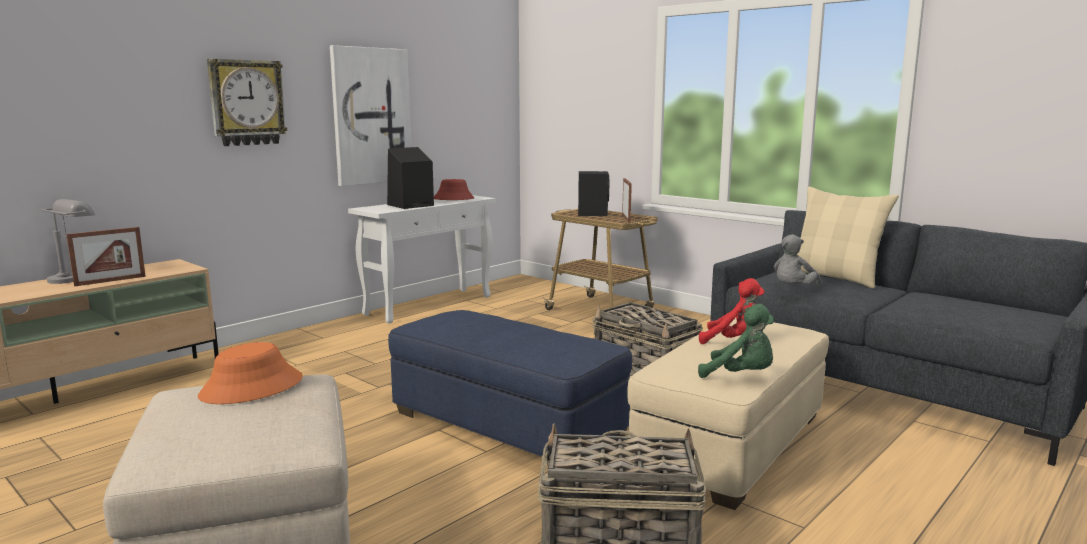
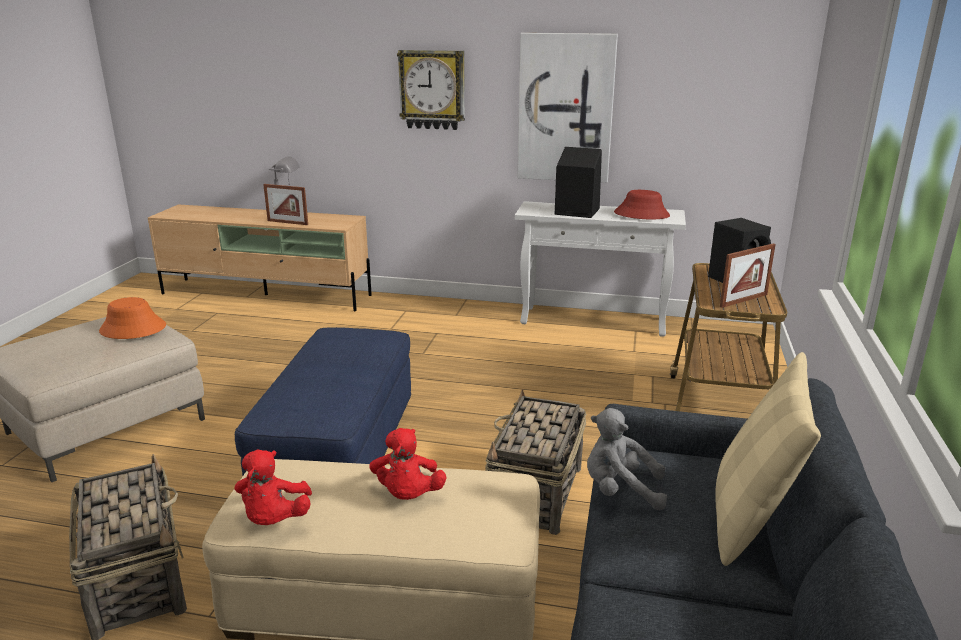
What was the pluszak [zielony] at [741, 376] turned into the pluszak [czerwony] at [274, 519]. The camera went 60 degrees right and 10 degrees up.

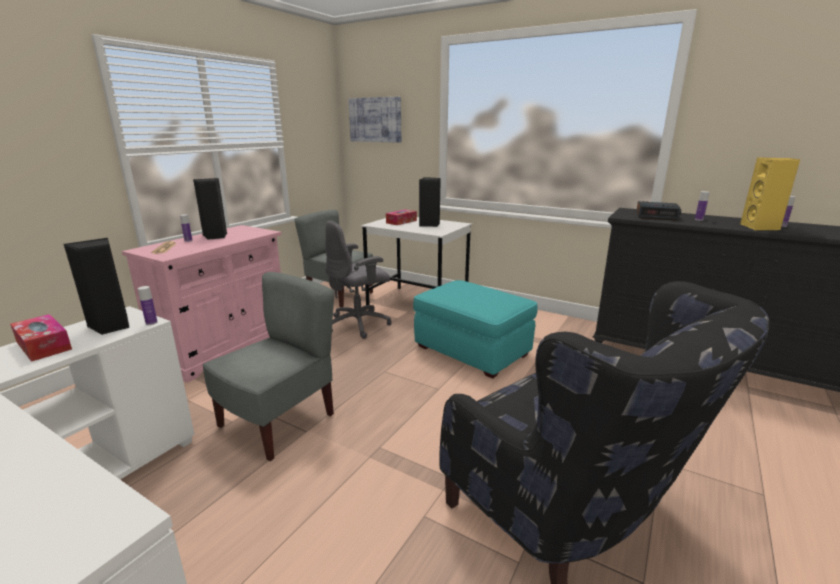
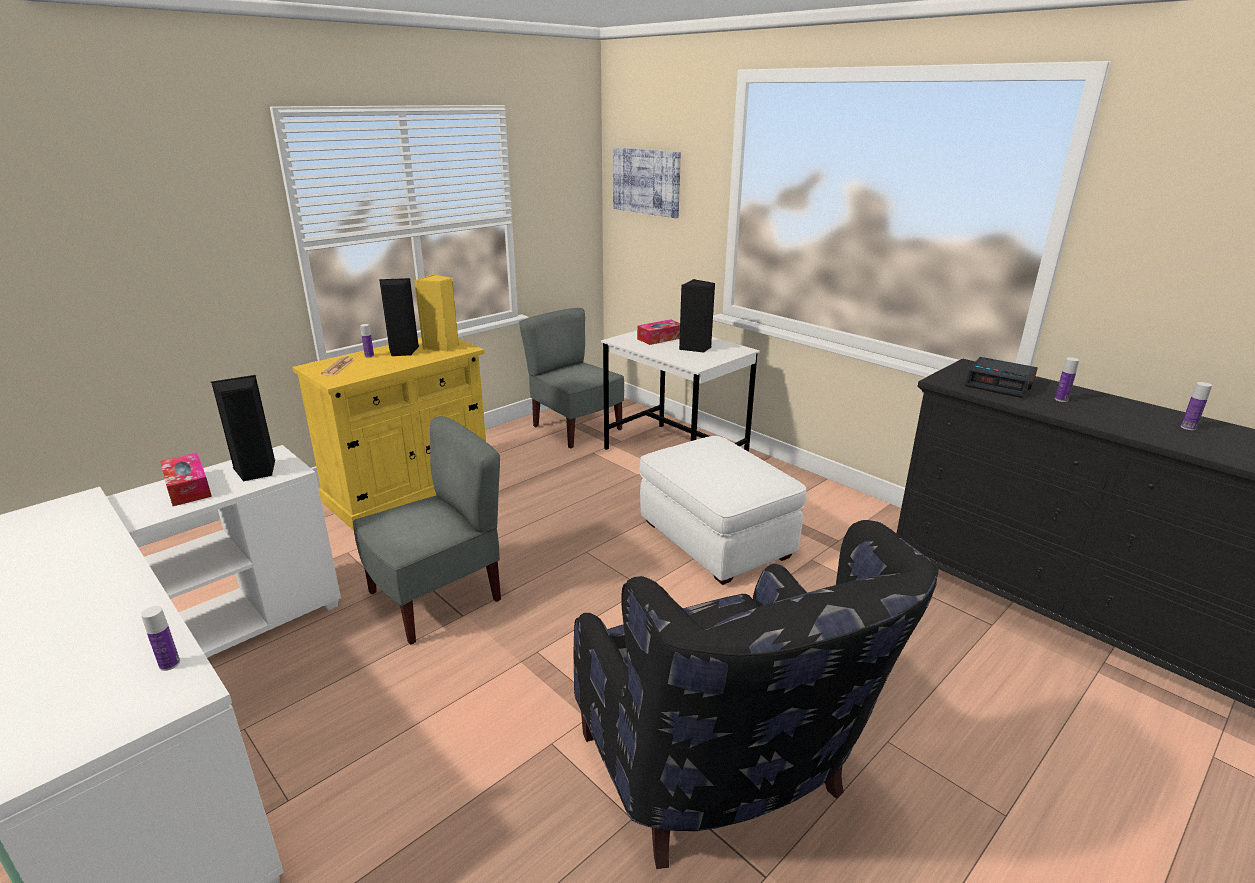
The second view lost the krzesło biurowe [szary] at [359, 324]. The butelka ended up elsewhere, having gone from [151, 323] to [169, 664]. The głośnik [żółty] ended up elsewhere, having gone from [760, 227] to [442, 347]. What was the szafka [różowy] at [225, 347] turned into the szafka [żółty] at [409, 489]. What was the pufa [turkusowy] at [472, 351] turned into the pufa [biały] at [716, 540]. The camera went 15 degrees right and 5 degrees up.

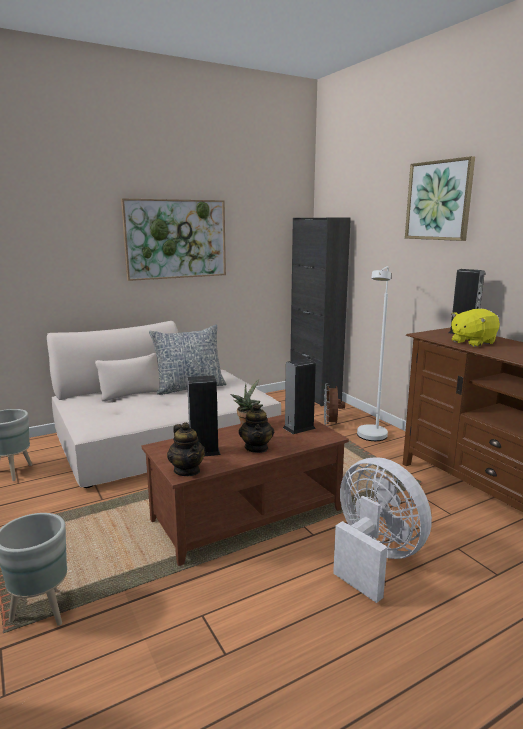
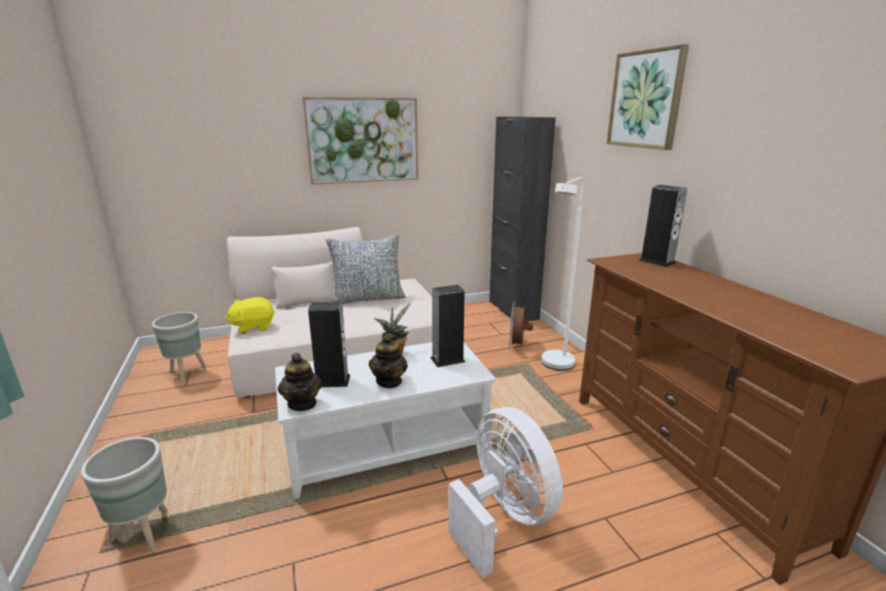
The pluszak [żółty] ended up elsewhere, having gone from [472, 342] to [253, 327]. What was the ława [brązowy] at [246, 515] turned into the ława [biały] at [386, 446]. The camera went 10 degrees right and 5 degrees up.

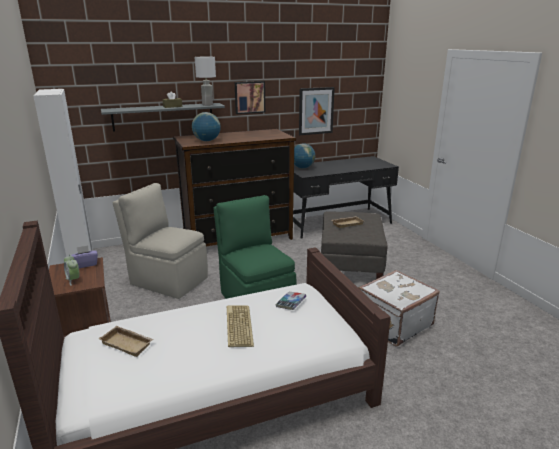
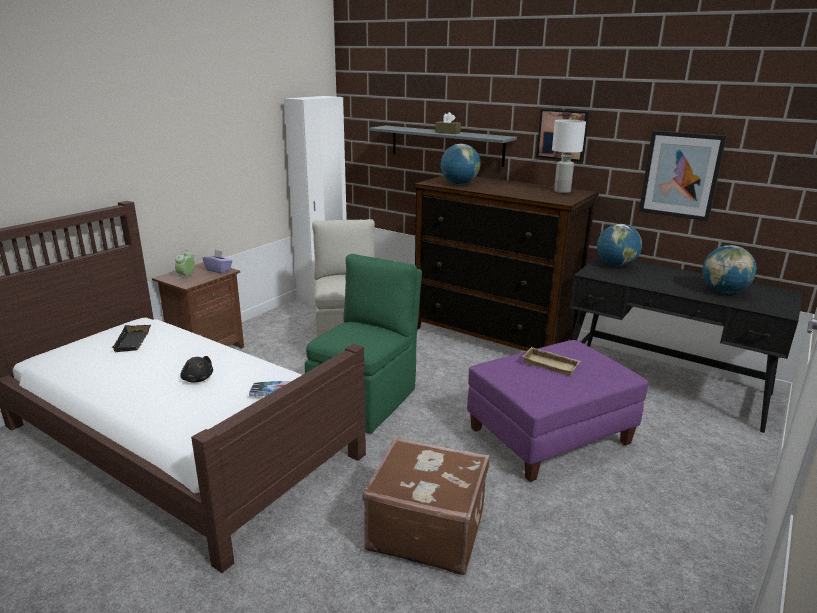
The second view gained the globus at [723, 291]. The lampa stołowa [biały] ended up elsewhere, having gone from [207, 105] to [562, 191]. Where the klawiatura stood at [238, 326], the pluszak [czarny] came to stand at [197, 379]. What was the taca [beżowy] at [128, 343] turned into the taca [czarny] at [134, 342]. What was the pufa [szary] at [350, 264] turned into the pufa [fioletowy] at [549, 437]. What was the walizka [biały] at [392, 323] turned into the walizka [brązowy] at [426, 529]. The camera went 55 degrees right and 0 degrees up.

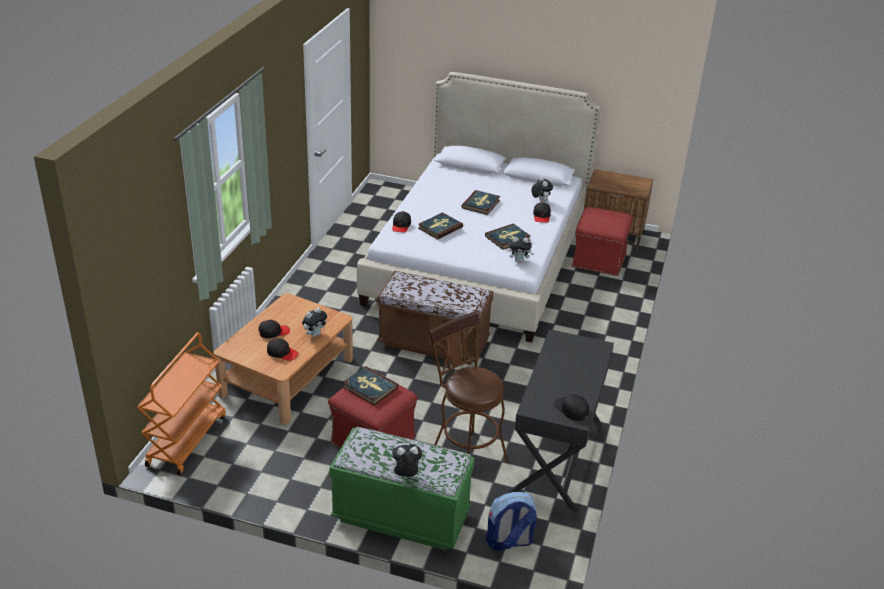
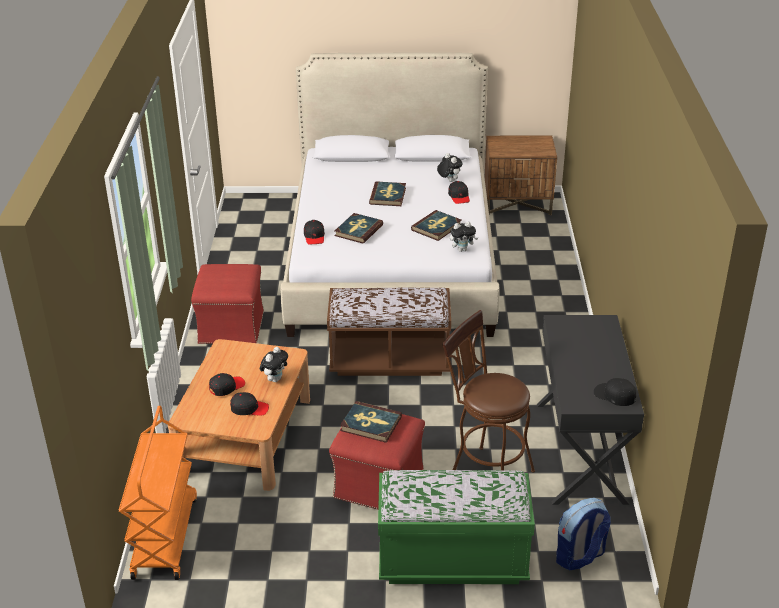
The second view lost the pluszak at [405, 475]. The pufa [czerwony] ended up elsewhere, having gone from [599, 259] to [231, 327]. The camera went 15 degrees left and 0 degrees up.

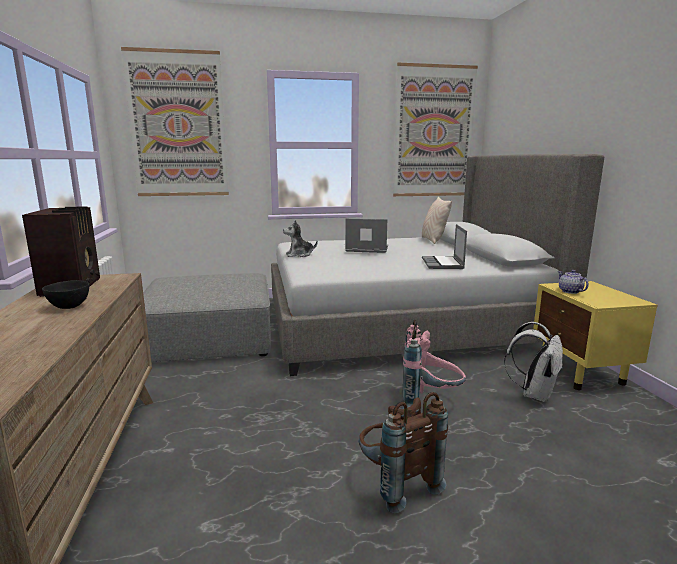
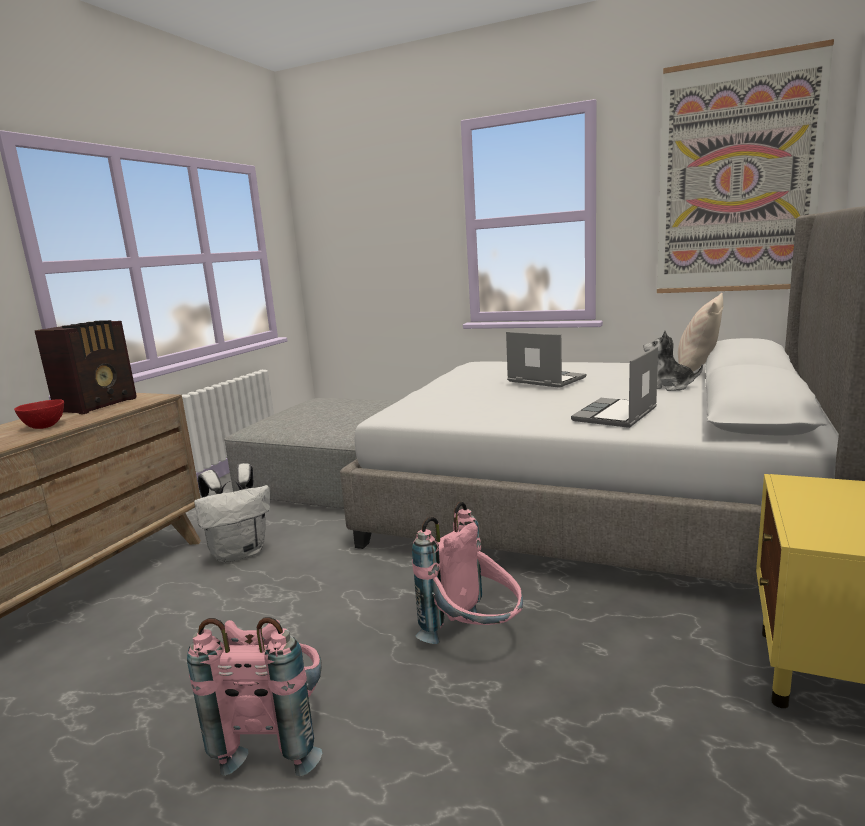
The second view lost the obraz at [178, 125]. The second view lost the imbryk at [570, 291]. The pluszak ended up elsewhere, having gone from [299, 255] to [669, 387]. The plecak [biały] ended up elsewhere, having gone from [534, 394] to [240, 553]. What was the miska [czarny] at [69, 306] turned into the miska [czerwony] at [45, 426]. What was the plecak [brązowy] at [395, 483] turned into the plecak [różowy] at [276, 736]. The camera went 35 degrees right and 0 degrees up.

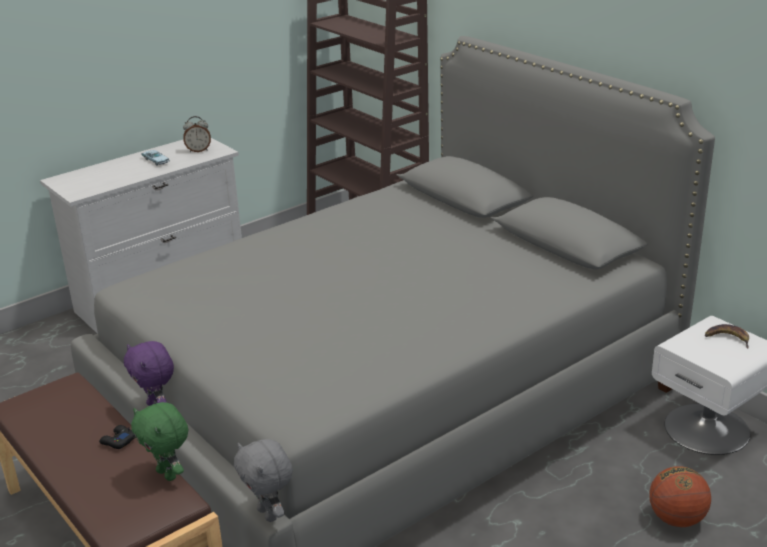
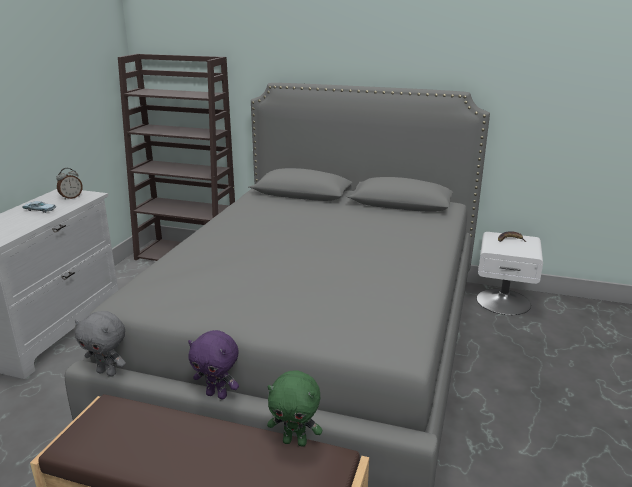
The second view lost the pad do gier [czarny] at [118, 441]. The second view lost the piłka do koszykówki at [676, 519]. The pluszak [szary] ended up elsewhere, having gone from [269, 514] to [107, 372]. The camera went 35 degrees left and 5 degrees down.

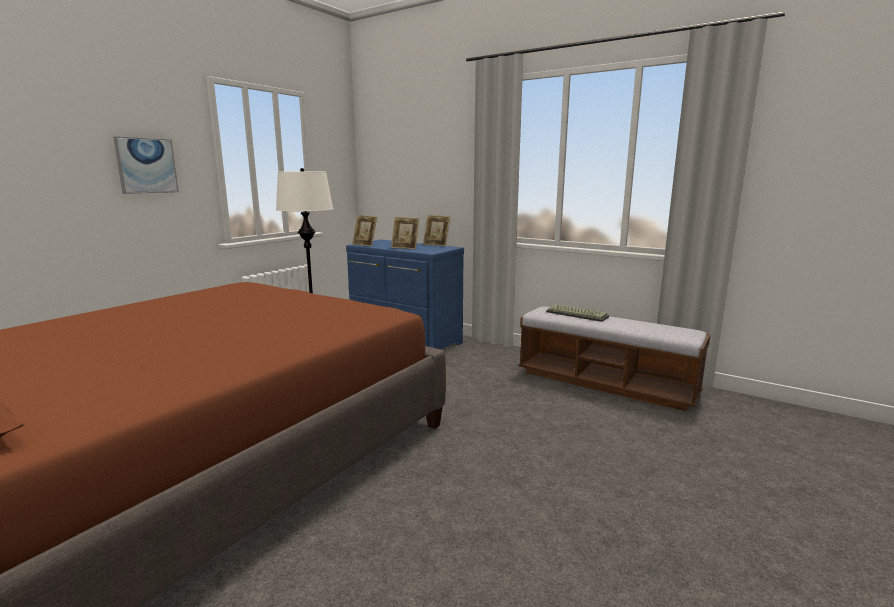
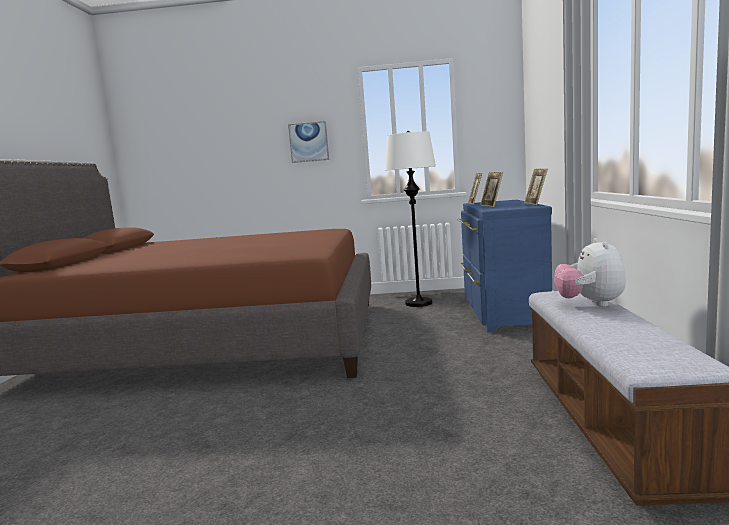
Where the klawiatura stood at [578, 314], the pluszak came to stand at [590, 304]. The camera went 60 degrees right and 5 degrees down.

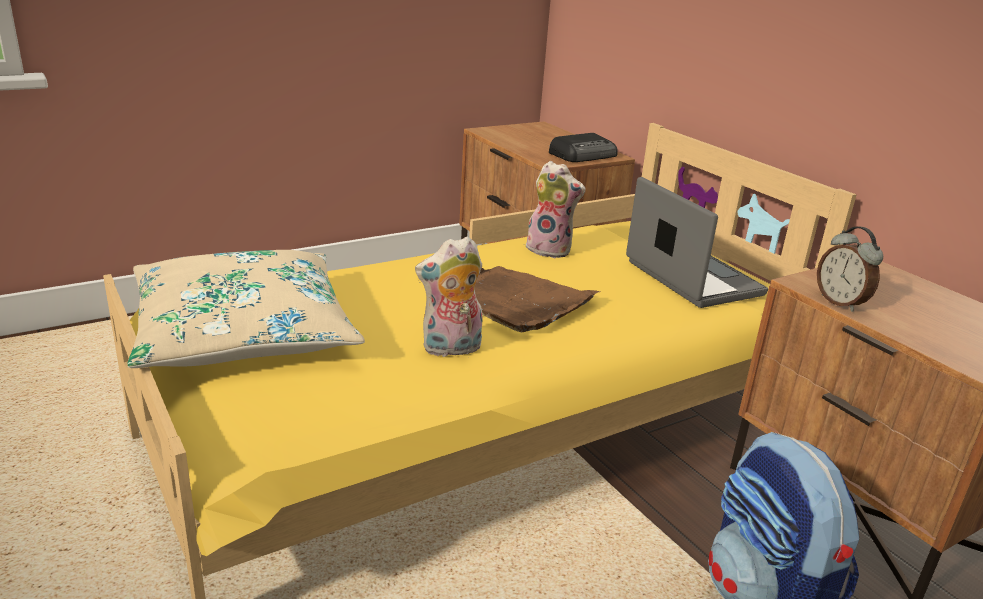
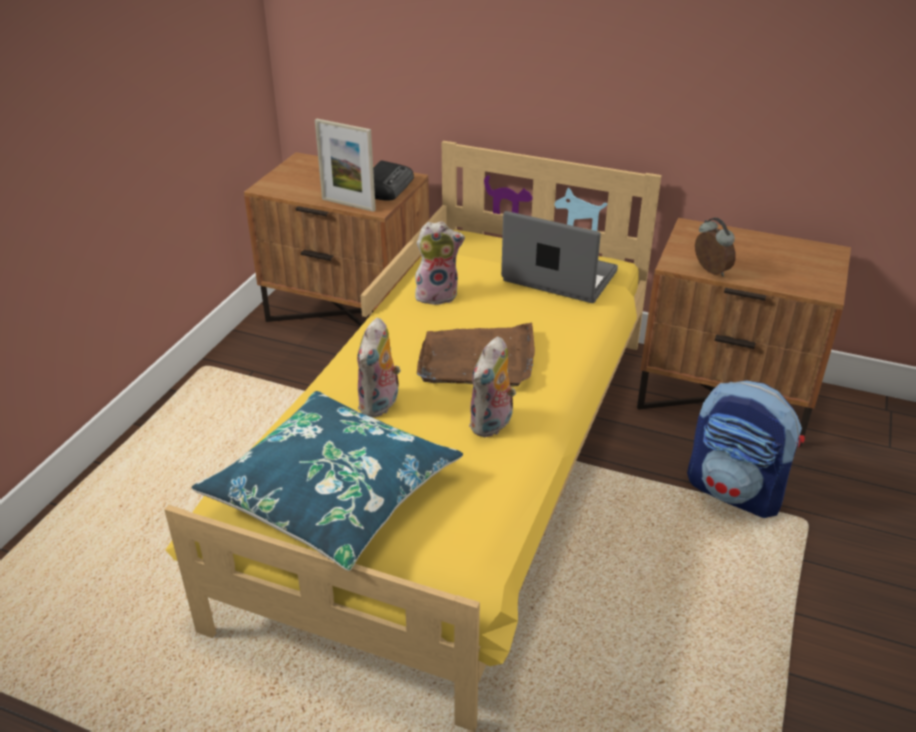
The second view gained the ramka na zdjęcie at [348, 204]. The second view gained the pluszak at [380, 405]. What was the poduszka [beżowy] at [244, 331] turned into the poduszka [niebieski] at [333, 493]. The budzik at [840, 302] ended up facing another way, 150 degrees counterclockwise from before. The camera went 35 degrees left and 10 degrees up.

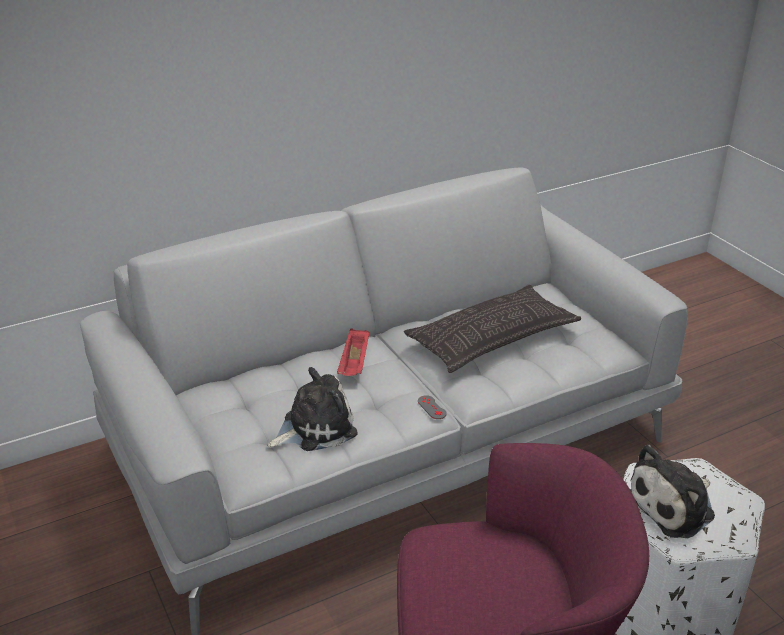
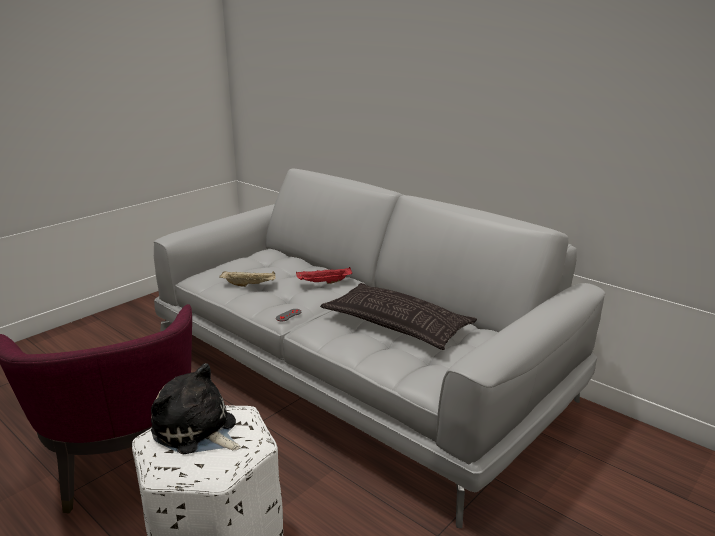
Where the pluszak stood at [315, 427], the taca [beżowy] came to stand at [249, 285]. The camera went 70 degrees right and 10 degrees down.

